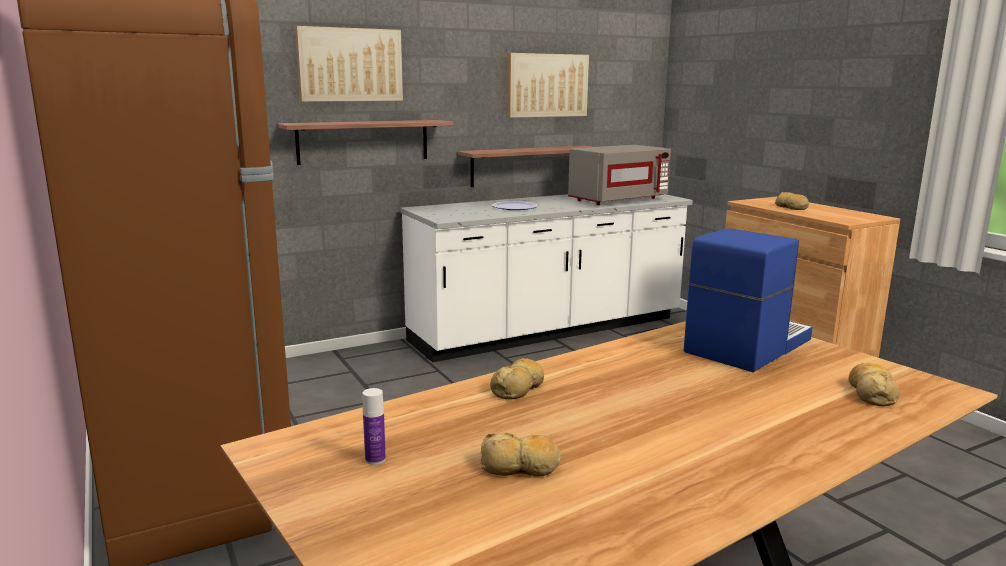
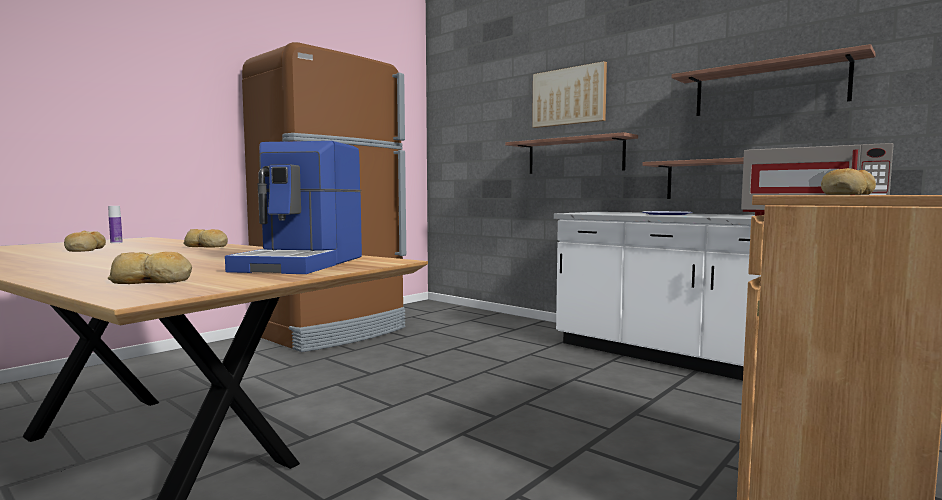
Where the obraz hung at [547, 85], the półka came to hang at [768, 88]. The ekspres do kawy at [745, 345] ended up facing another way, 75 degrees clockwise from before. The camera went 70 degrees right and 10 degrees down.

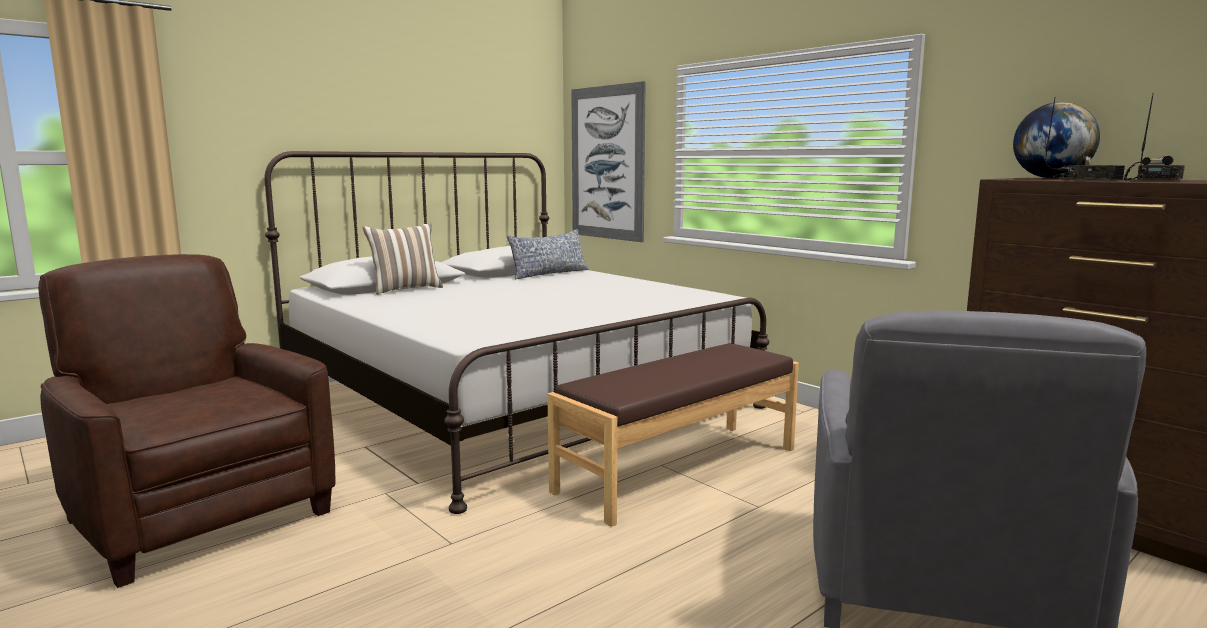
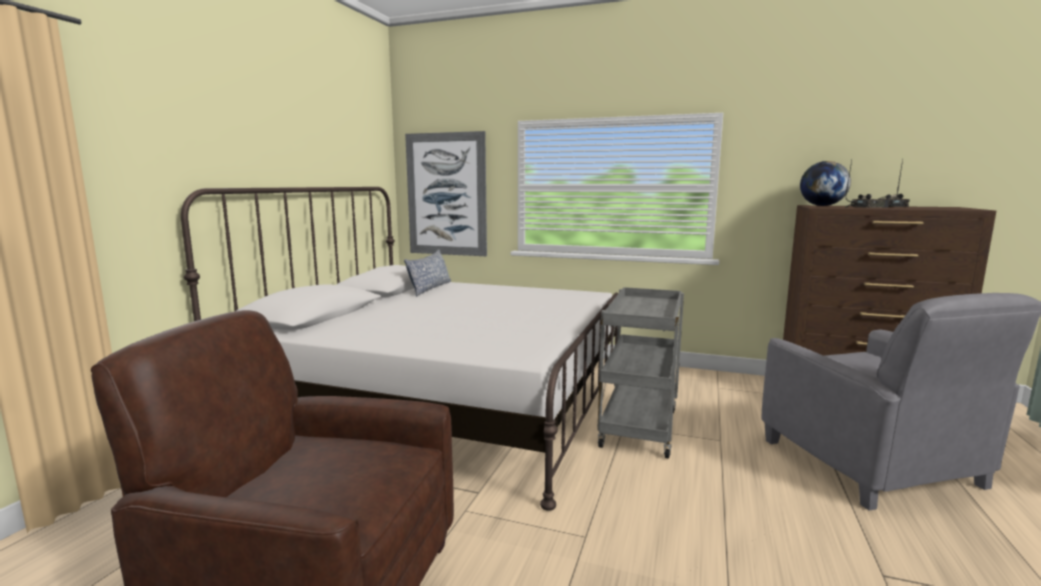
The second view lost the poduszka at [405, 289]. Where the ławka [brązowy] stood at [678, 469], the wózek [szary] came to stand at [638, 426]. The camera went 30 degrees left and 0 degrees up.

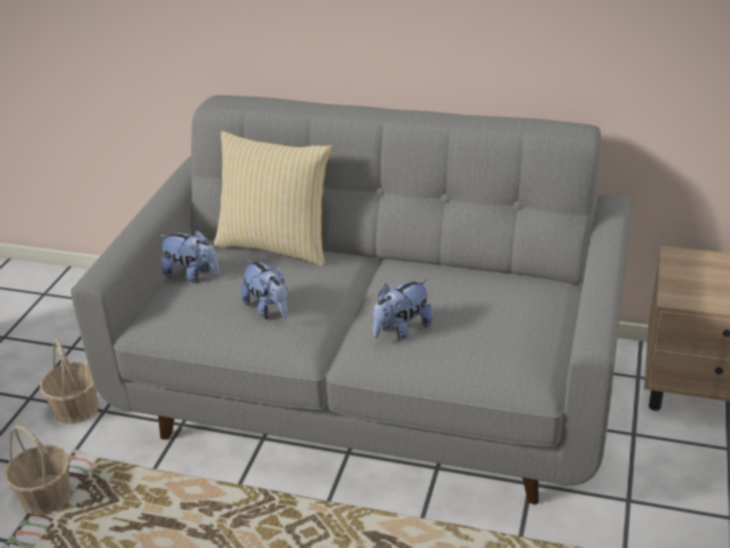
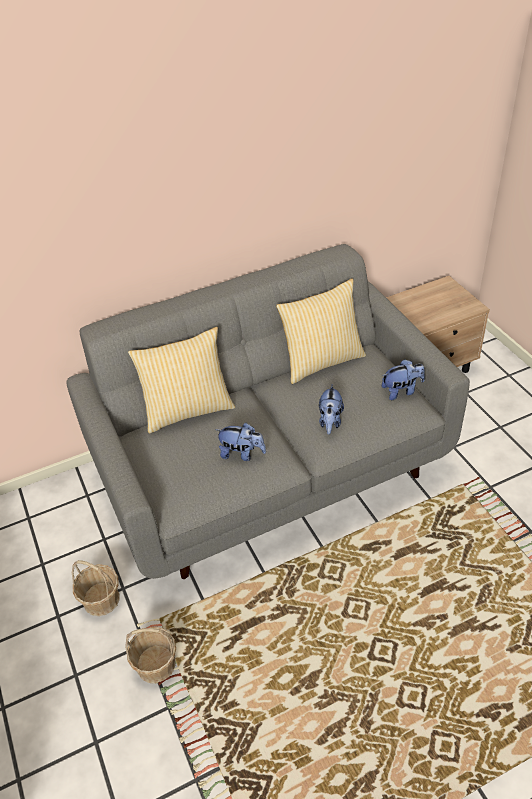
The second view gained the poduszka at [321, 361]. The pluszak ended up elsewhere, having gone from [192, 275] to [401, 391]. The camera went 40 degrees left and 10 degrees up.

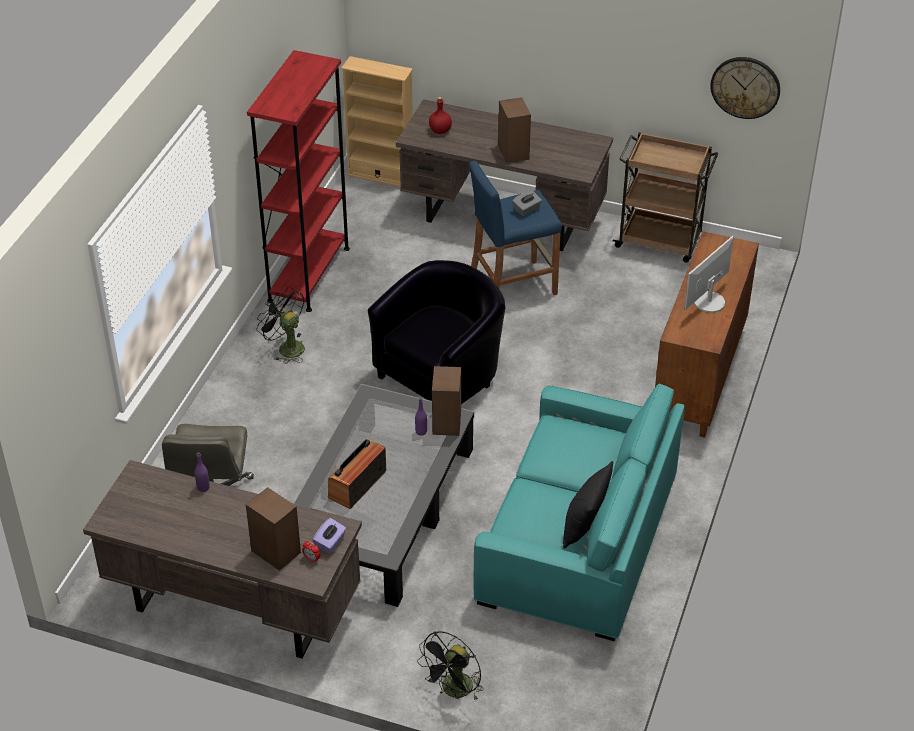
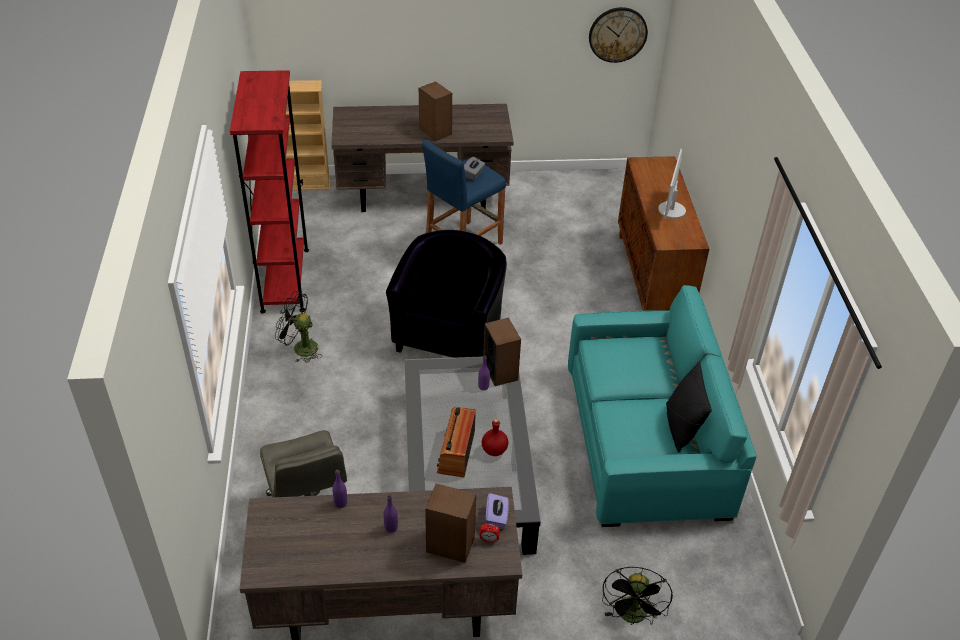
The second view lost the wózek [brązowy] at [660, 241]. The second view gained the butelka [fioletowy] at [391, 527]. The butelka [czerwony] ended up elsewhere, having gone from [439, 131] to [494, 450]. The camera went 25 degrees left and 0 degrees up.

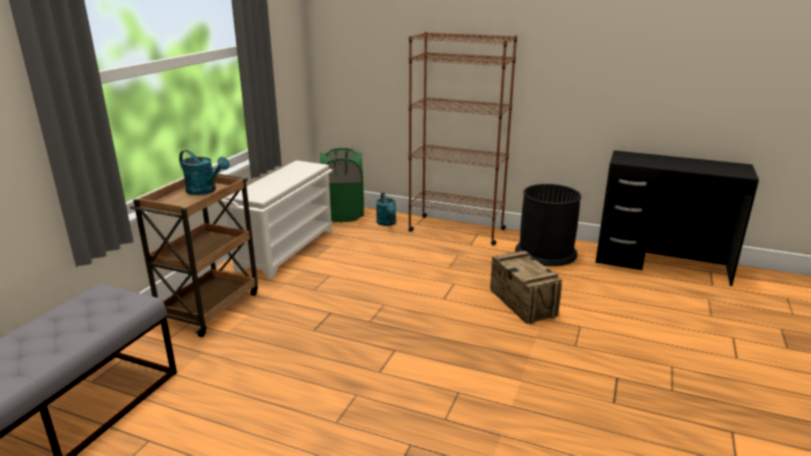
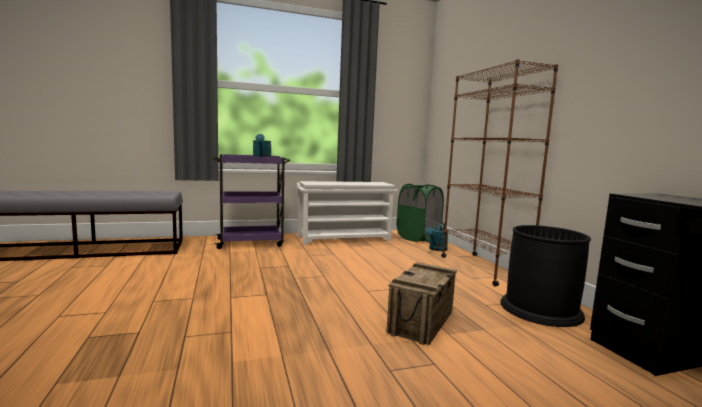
What was the wózek [brązowy] at [210, 307] turned into the wózek [fioletowy] at [251, 242]. The camera went 50 degrees right and 15 degrees down.

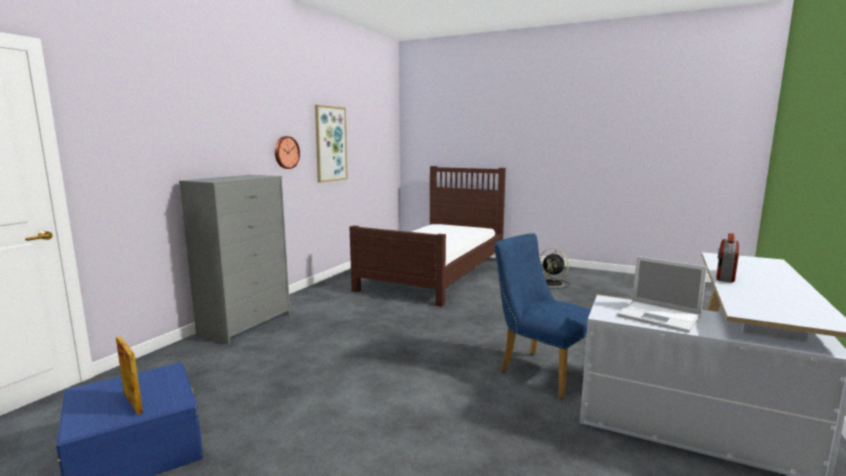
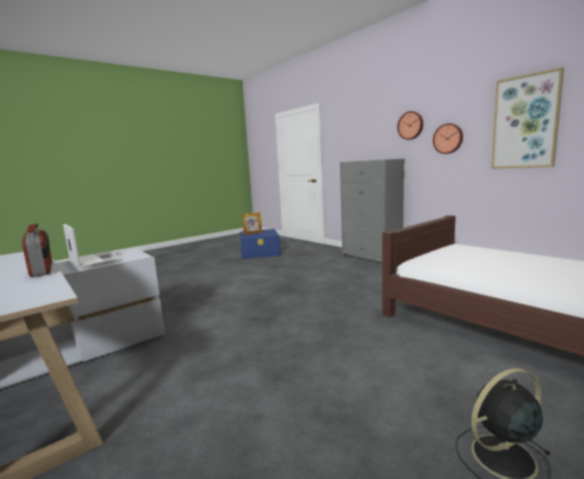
The second view lost the krzesło [niebieski] at [540, 370]. The second view gained the zegar ścienny at [410, 125]. The laptop at [660, 316] ended up facing another way, 75 degrees clockwise from before. The camera went 115 degrees right and 0 degrees up.

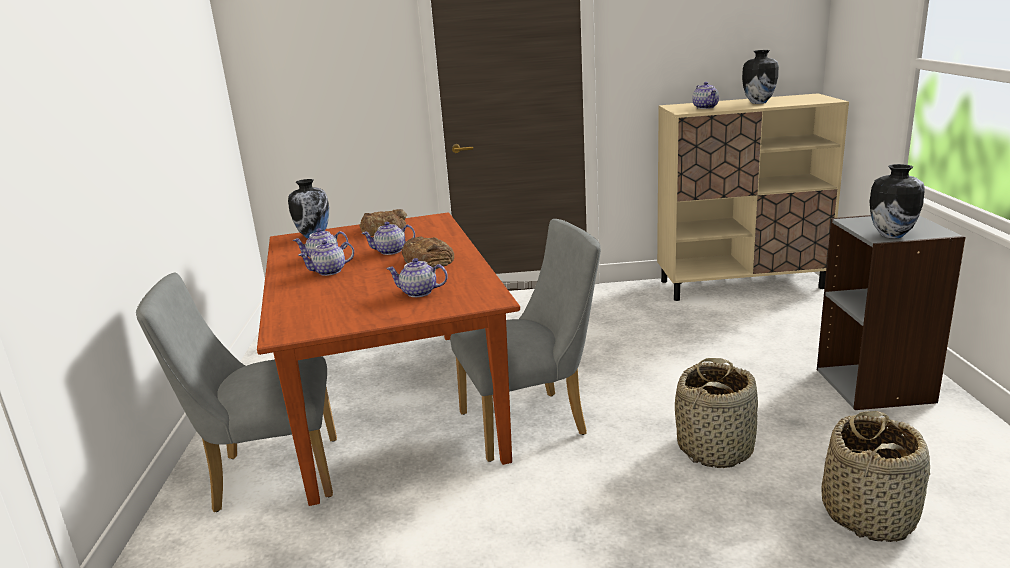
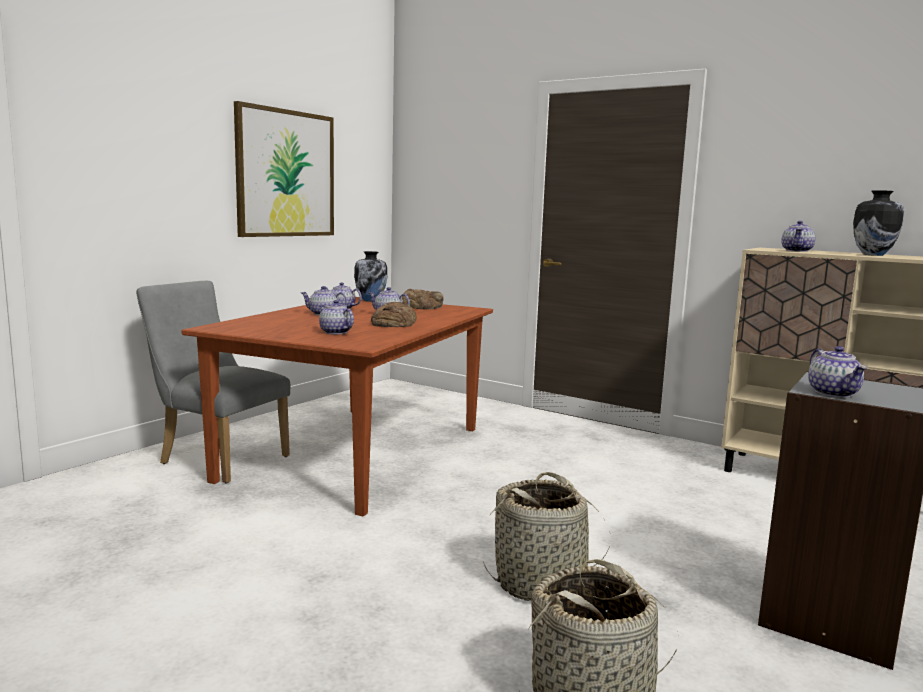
The second view lost the krzesło [szary] at [532, 422]. The second view gained the obraz at [286, 174]. Where the wazon stood at [891, 235], the imbryk came to stand at [834, 393]. The camera went 35 degrees right and 10 degrees down.

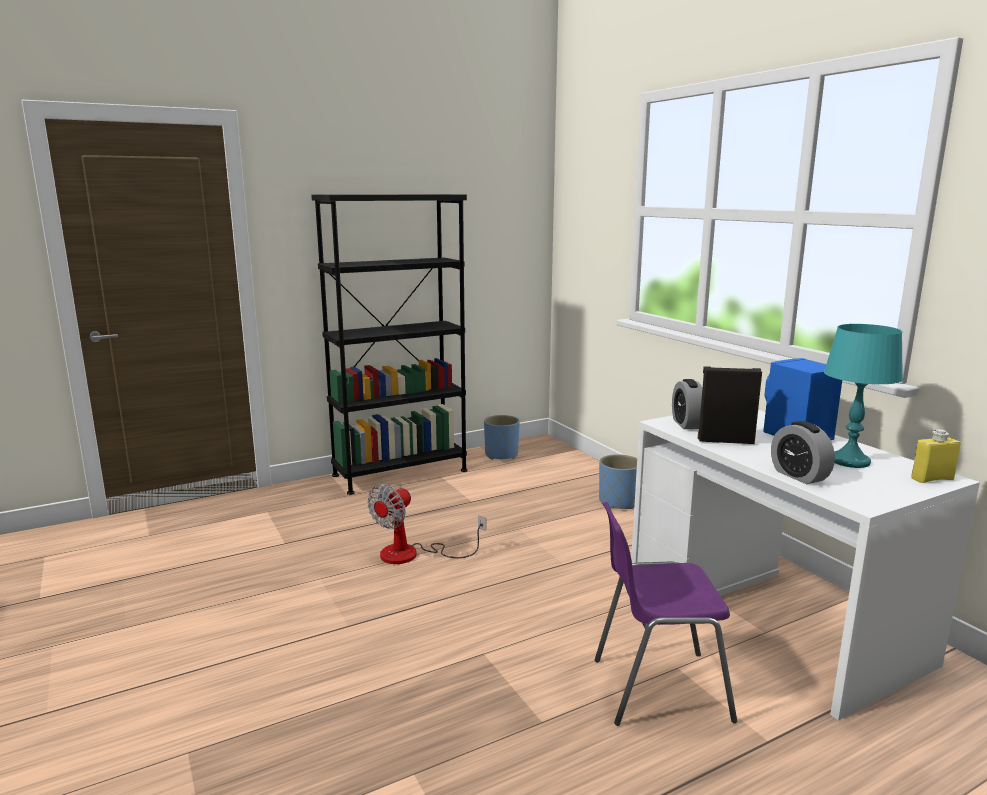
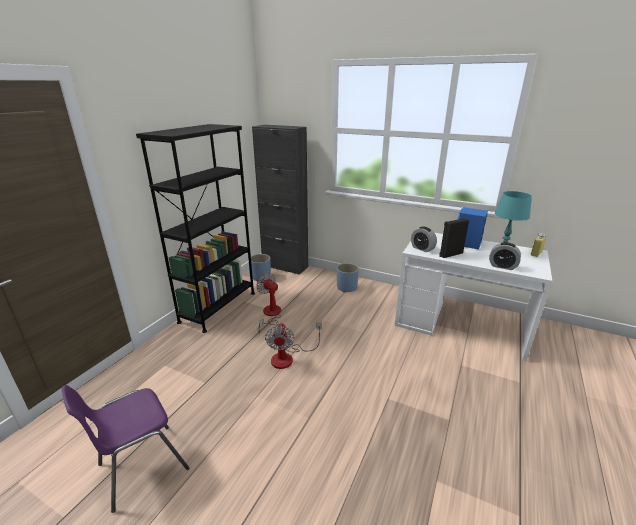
The second view gained the szafka [czarny] at [285, 266]. The second view gained the wentylator at [270, 315]. The krzesło [fioletowy] ended up elsewhere, having gone from [656, 688] to [140, 467]. The camera went 35 degrees left and 10 degrees up.

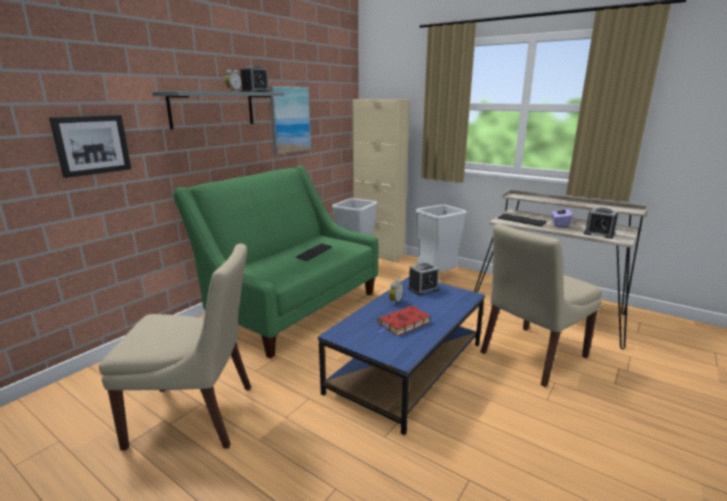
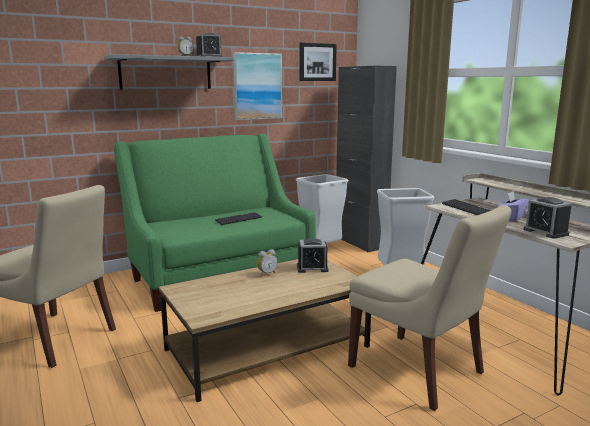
The second view lost the książka [czerwony] at [403, 324]. The obraz ended up elsewhere, having gone from [92, 145] to [317, 62]. What was the ława [niebieski] at [407, 366] turned into the ława [brązowy] at [268, 347]. What was the szafka [beżowy] at [378, 254] turned into the szafka [czarny] at [360, 242]. The krzesło [beżowy] at [531, 356] ended up facing another way, 120 degrees counterclockwise from before. The camera went 25 degrees right and 5 degrees down.

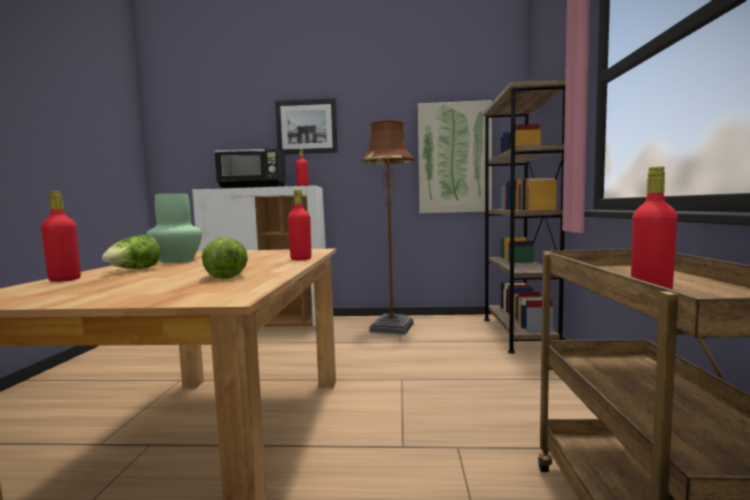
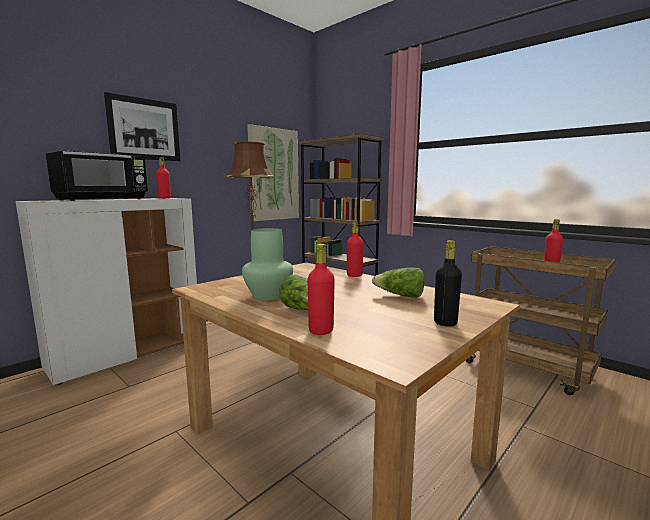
The second view gained the butelka [czarny] at [445, 323]. The camera went 50 degrees left and 5 degrees up.

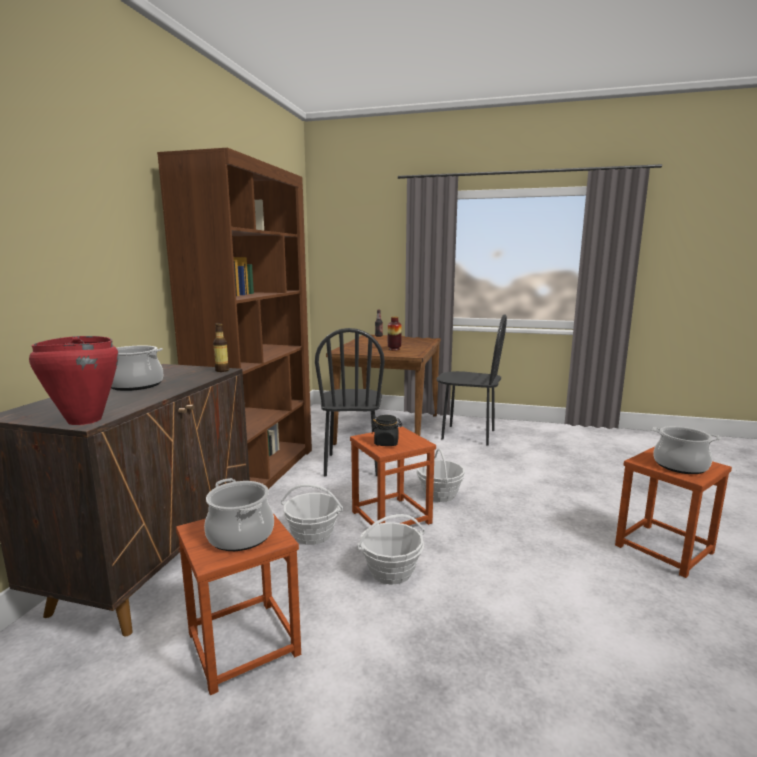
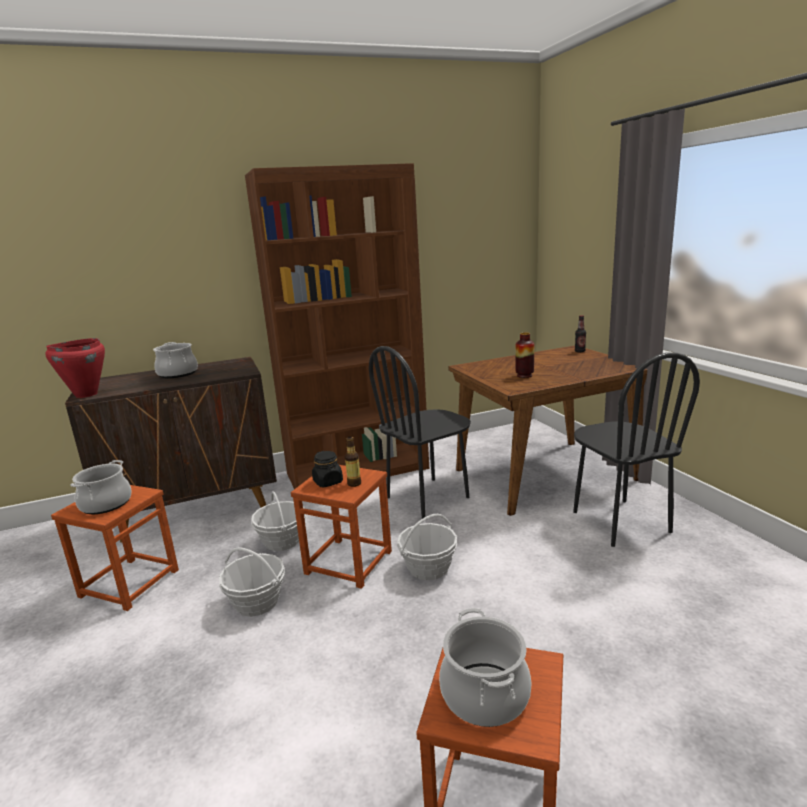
The butelka ended up elsewhere, having gone from [222, 370] to [354, 483]. The camera went 55 degrees right and 5 degrees up.

